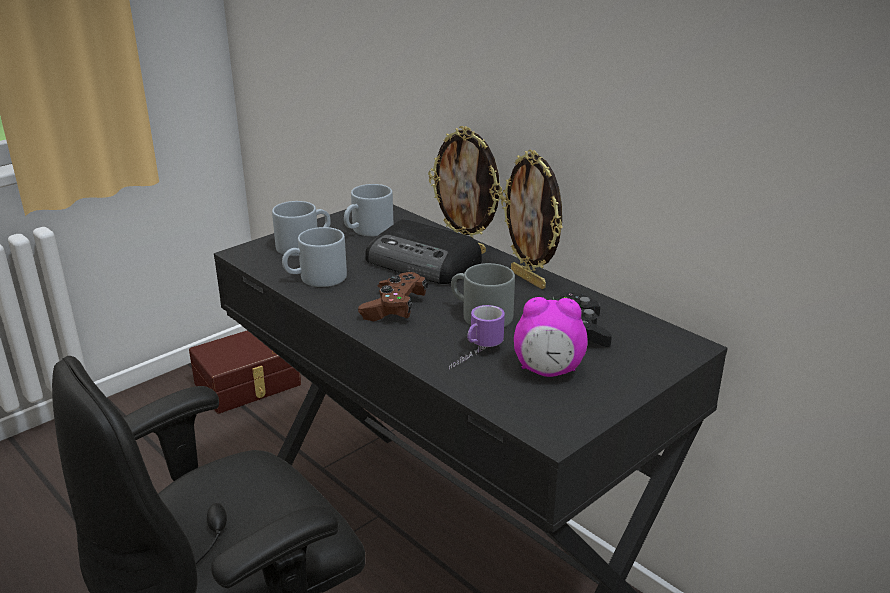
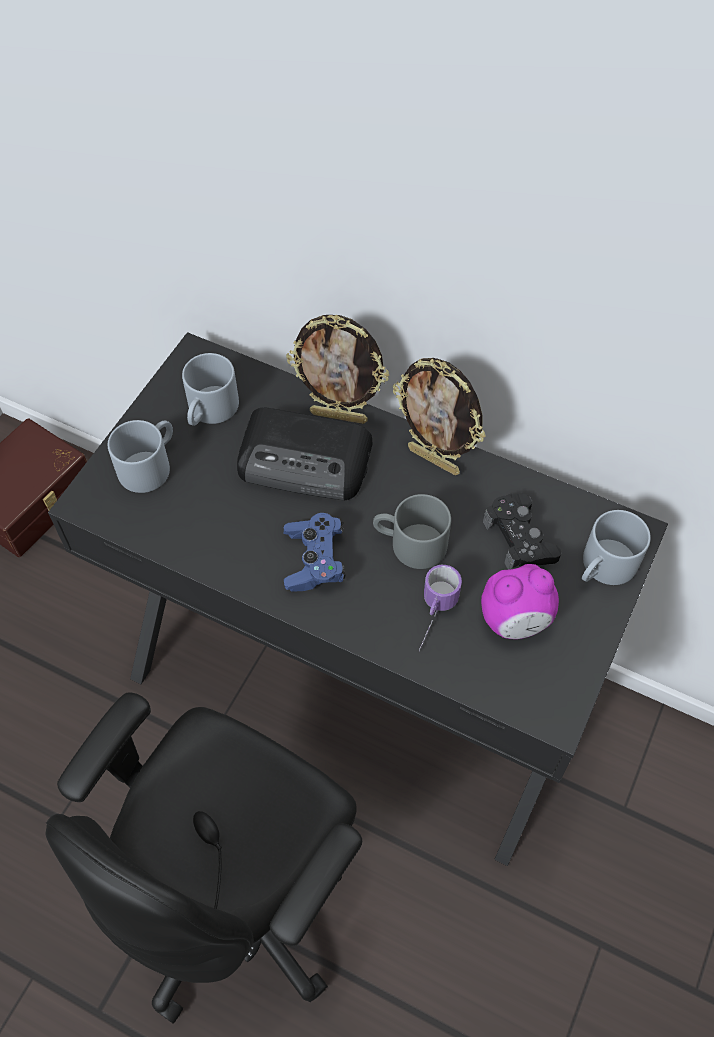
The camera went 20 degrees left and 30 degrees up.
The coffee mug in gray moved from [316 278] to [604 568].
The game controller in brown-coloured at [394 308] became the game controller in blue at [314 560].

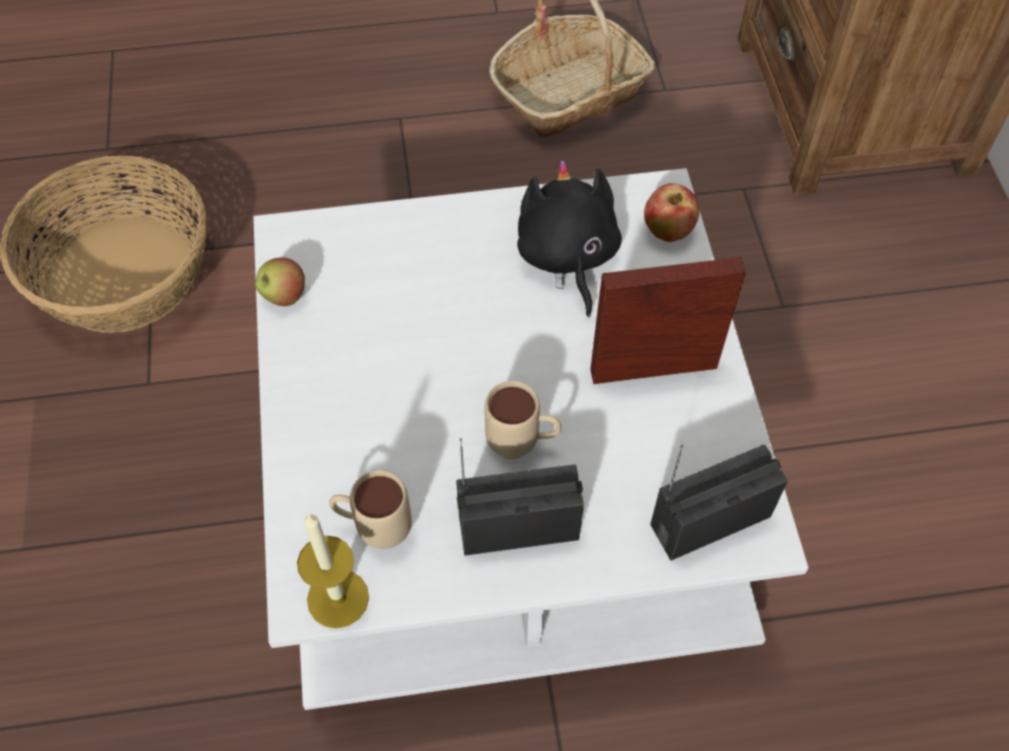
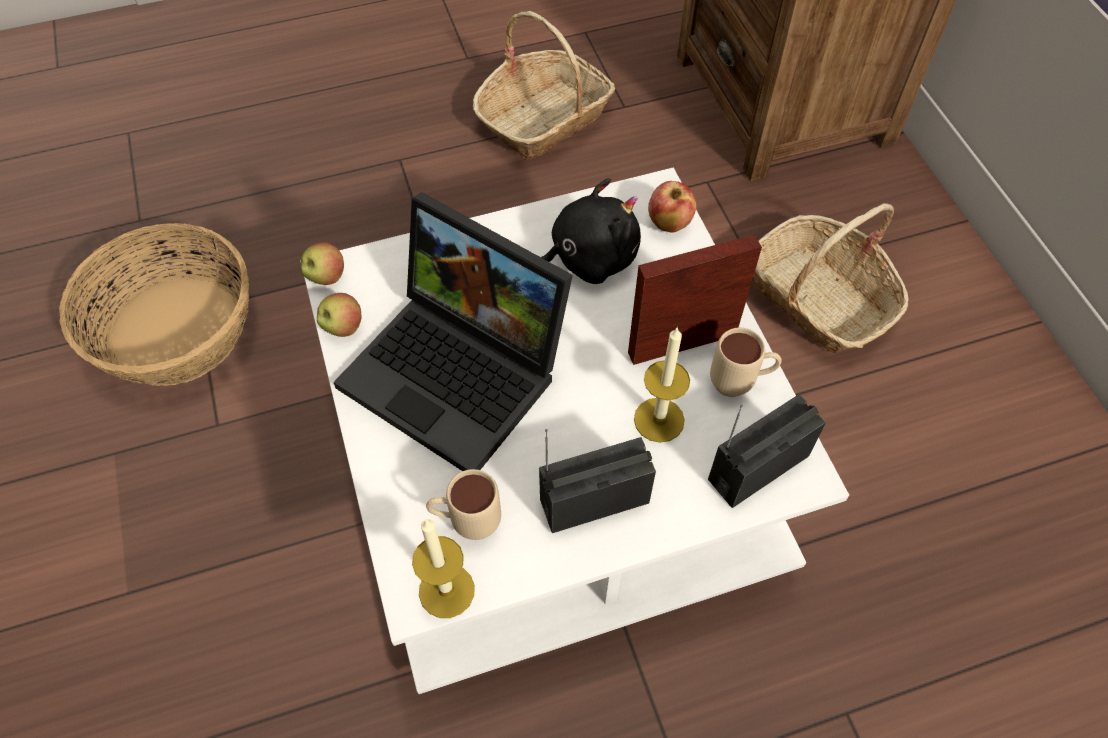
The camera went 10 degrees left and 0 degrees up.
The coffee mug in sand-coloured moved from [522 445] to [740 384].
The cuddly toy in blackish at [567 257] turned 90 degrees clockwise.
The apple at [326 277] appeared.
The laptop at [461 372] appeared.
The candle at [659 420] appeared.
The storage basket at [819 299] appeared.

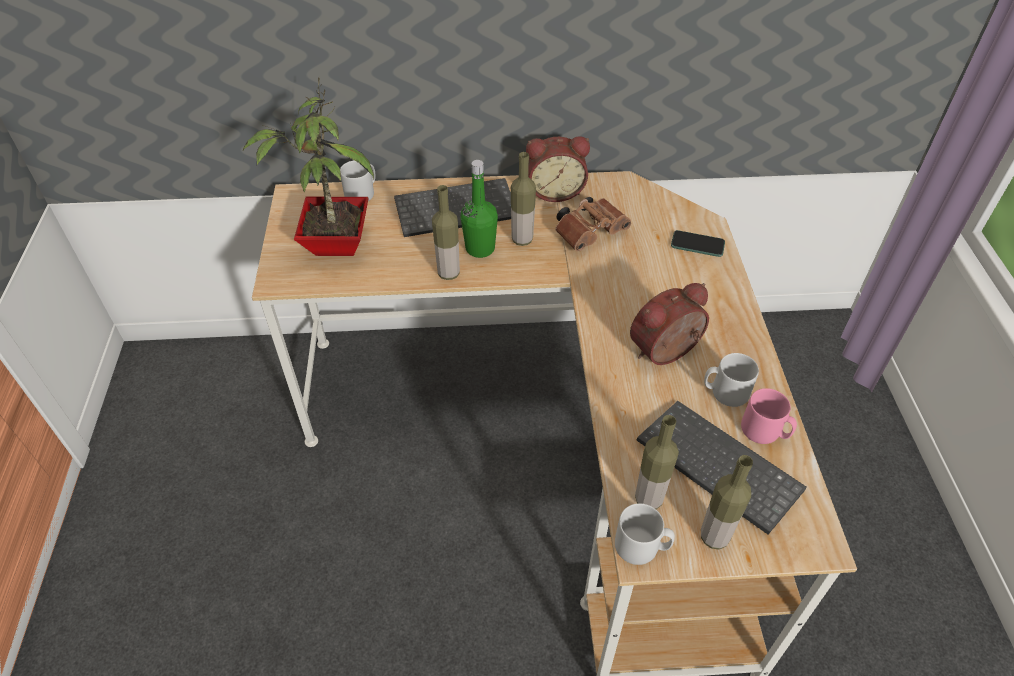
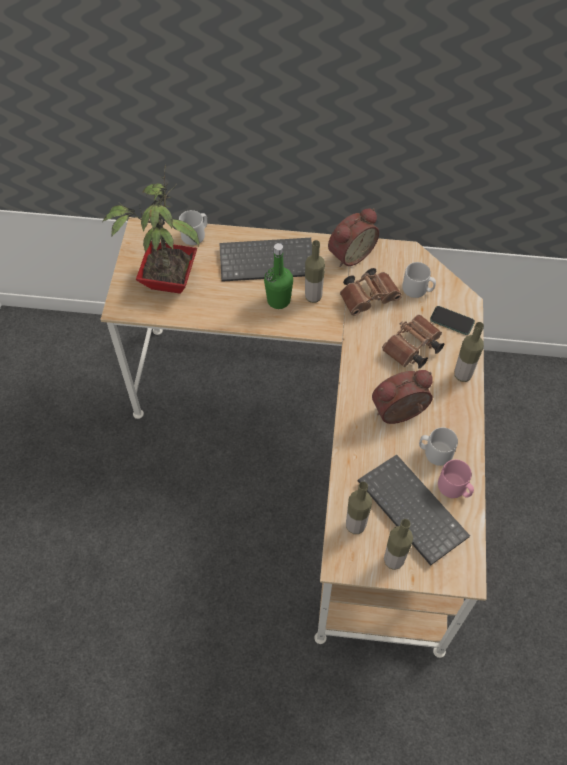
The camera went 10 degrees right and 10 degrees up.
The bottle moved from [448 273] to [462 375].
The alarm clock at [554 191] turned 45 degrees counterclockwise.
The coffee mug in gray moved from [642 547] to [417 289].
The binoculars in brown-coloured at [412 349] appeared.

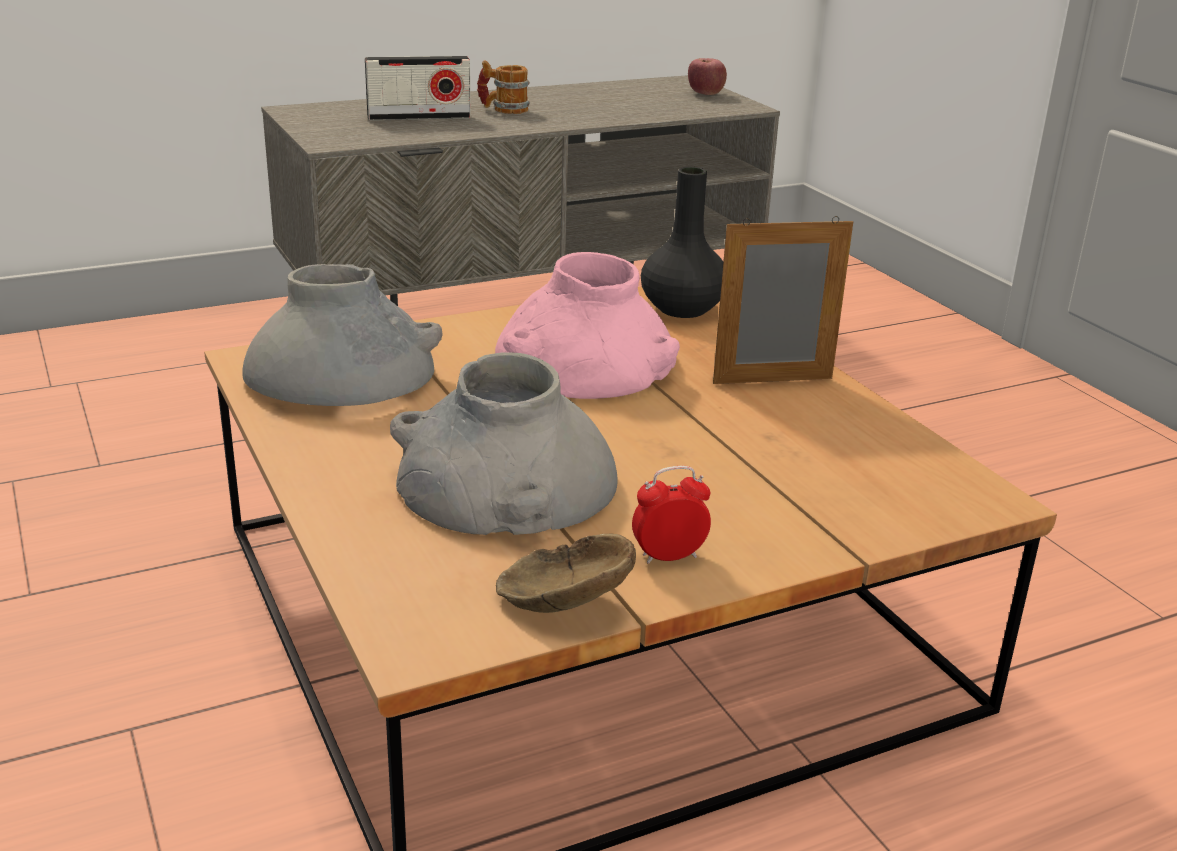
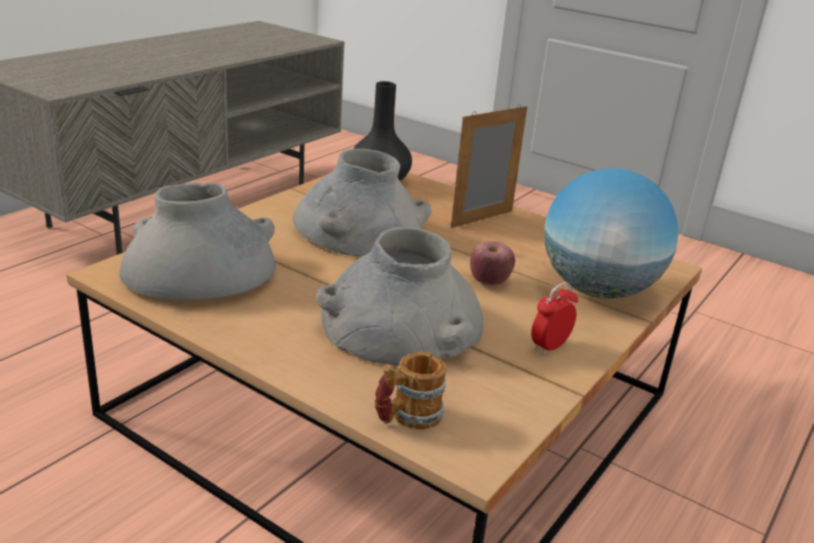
The camera went 30 degrees left and 0 degrees up.
The radio at [419 117] disappeared.
The coffee mug moved from [503 109] to [407 417].
The vase in pink at [587 361] became the vase in gray at [360 228].
The deep dish in brown-coloured at [562 600] disappeared.
The apple moved from [705 94] to [489 282].
The globe at [598 290] appeared.

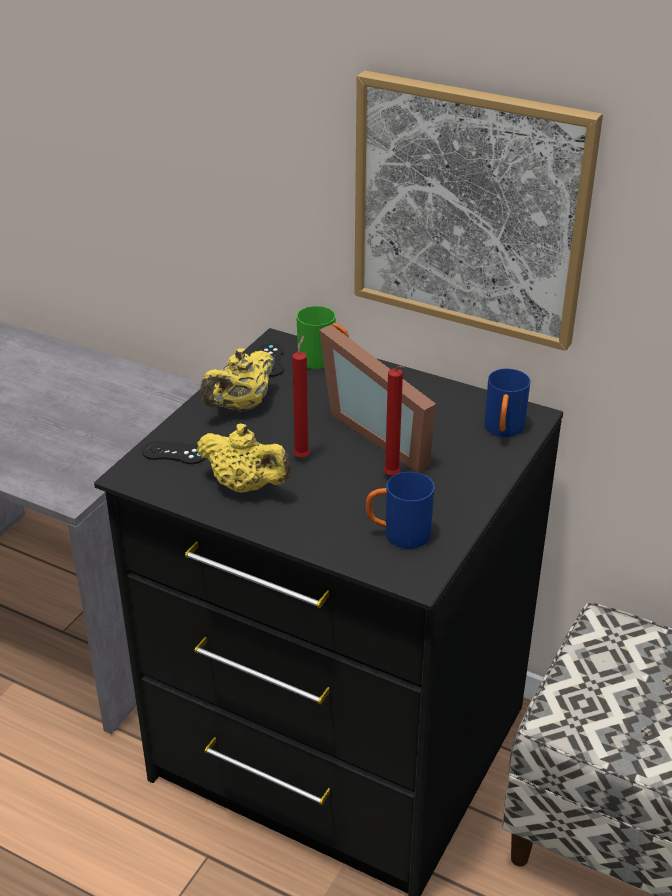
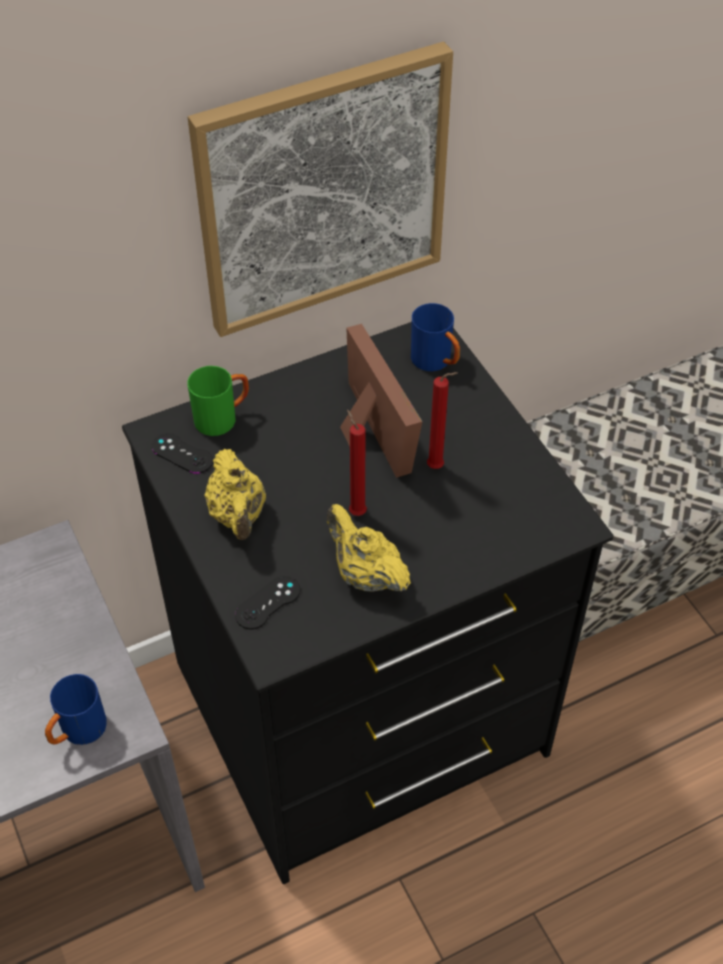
The camera went 55 degrees left and 15 degrees up.
The teapot in yellow-coloured at [246 486] turned 105 degrees counterclockwise.
The standing frame at [384 431] turned 105 degrees counterclockwise.
The coffee mug in blue moved from [398 535] to [77 732].

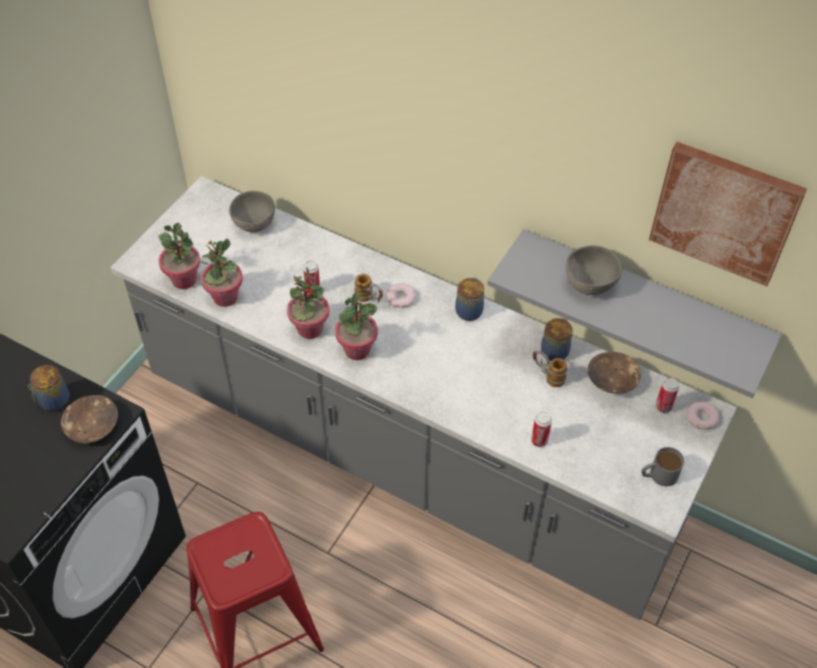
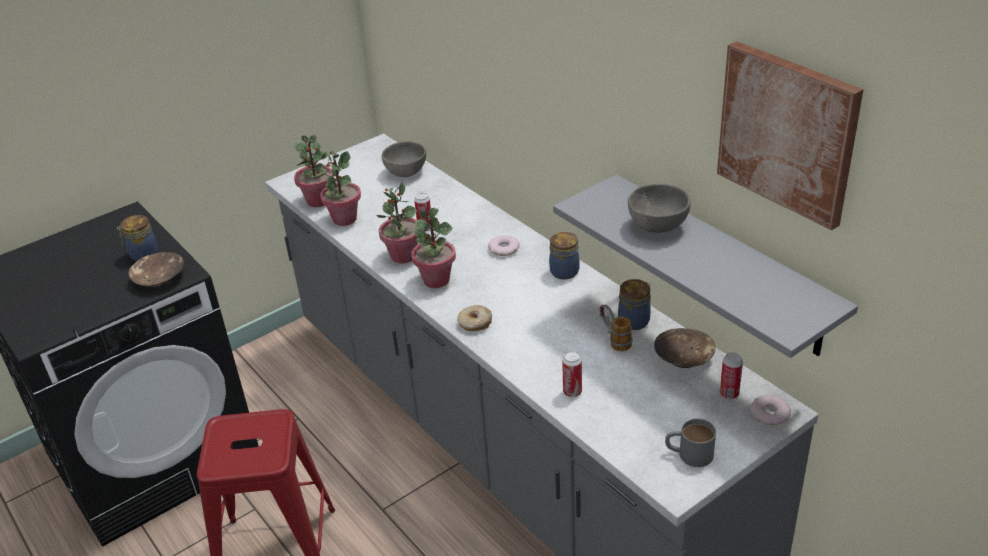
The camera went 25 degrees right and 15 degrees down.
The coffee mug at [369 300] disappeared.
The ring doughnut at [475 323] appeared.

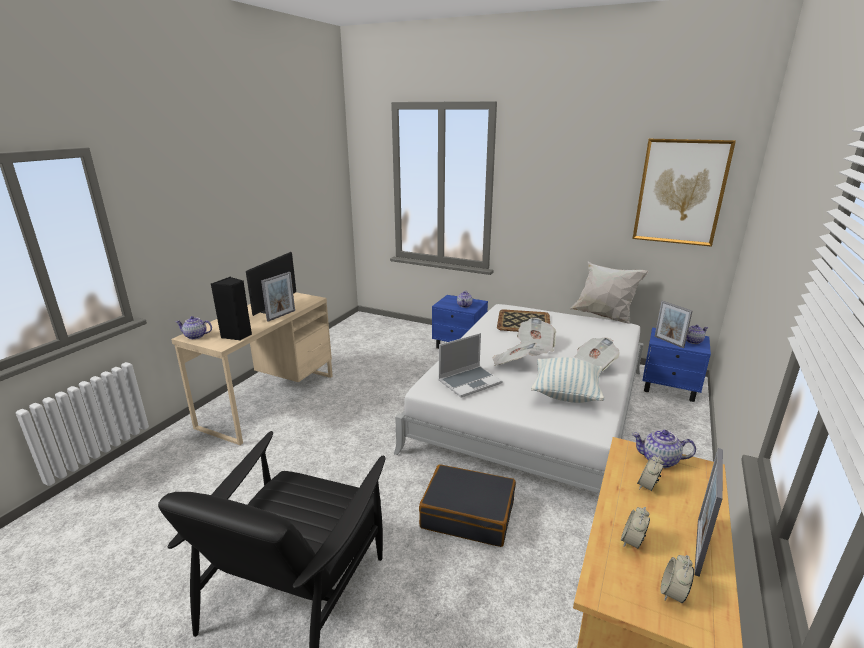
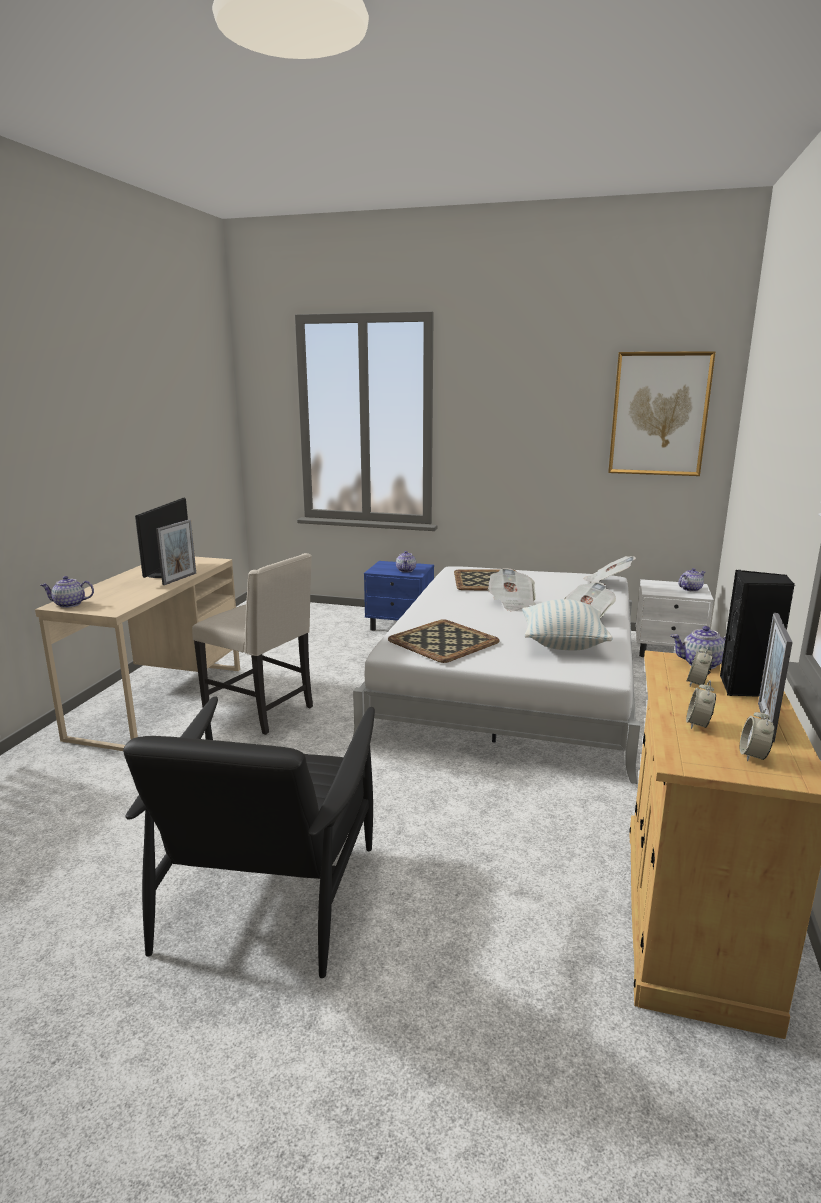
The camera went 10 degrees left and 5 degrees down.
The speaker in blackish moved from [237 335] to [746 688].
The travel case in blackish at [468 514] disappeared.
The laptop at [470 382] was replaced by the serving tray at [443 641].
The newspaper moved from [511 363] to [607 582].
The pillow in whitish at [603 316] disappeared.
The night table in blue at [670 388] became the night table in whitish at [668 651].
The standing frame at [668 342] disappeared.
The chair in sand-coloured at [262 711] appeared.

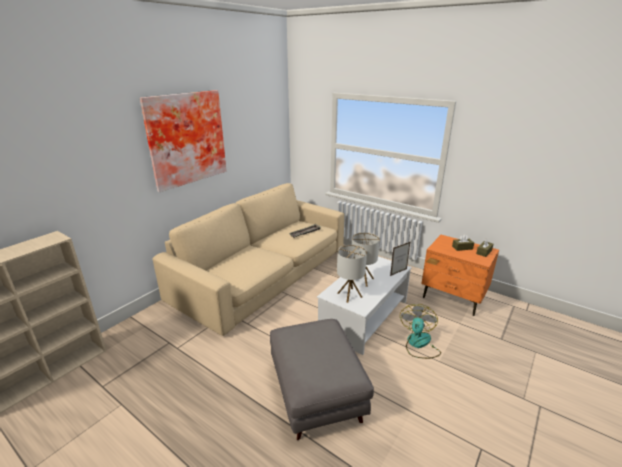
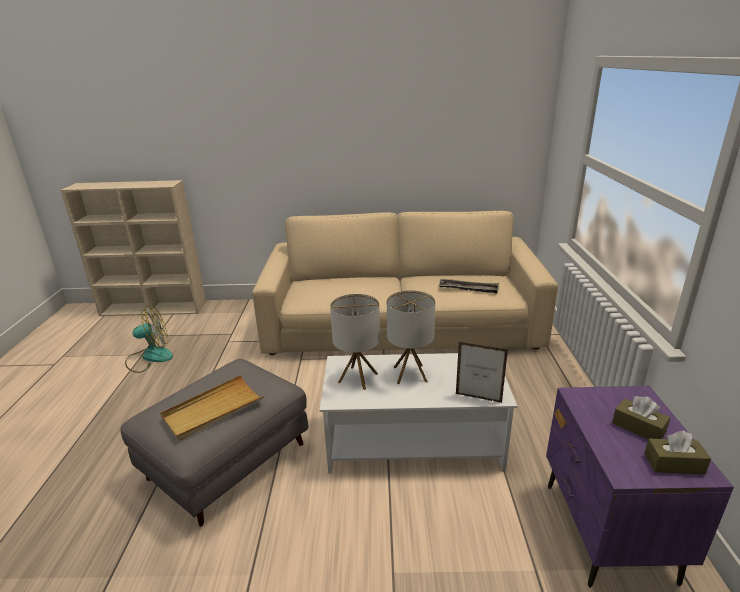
The camera went 55 degrees right and 0 degrees up.
The wall picture at [185 138] disappeared.
The electric fan moved from [418 344] to [150 357].
The night table in orange at [453 298] became the night table in purplish at [607 532].
The serving tray in sand-coloured at [213 410] appeared.

